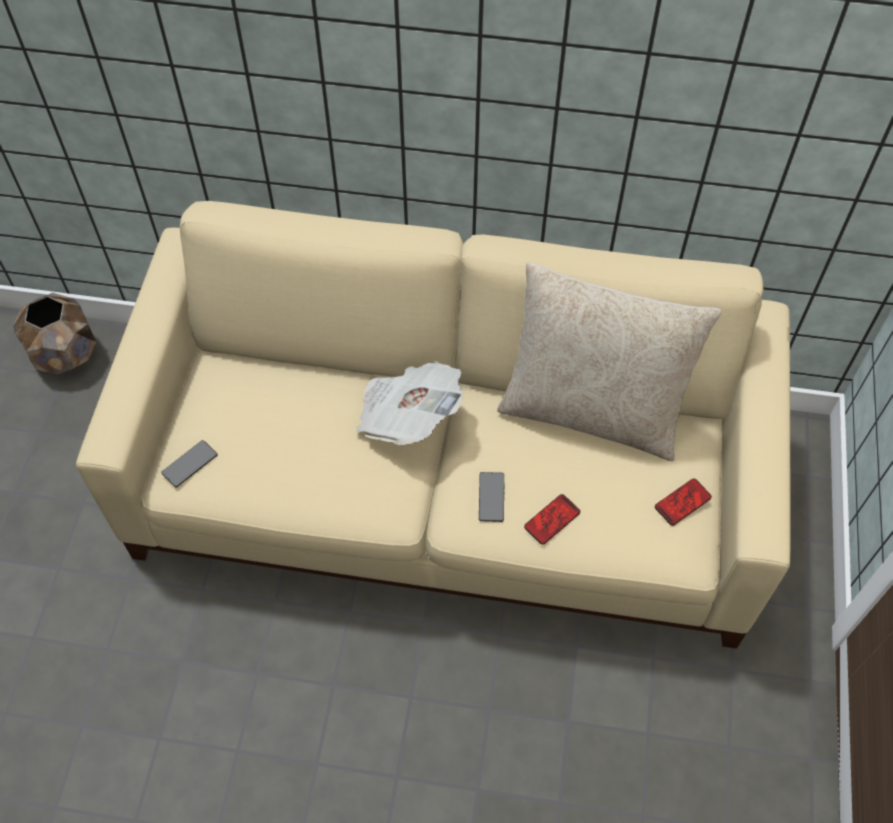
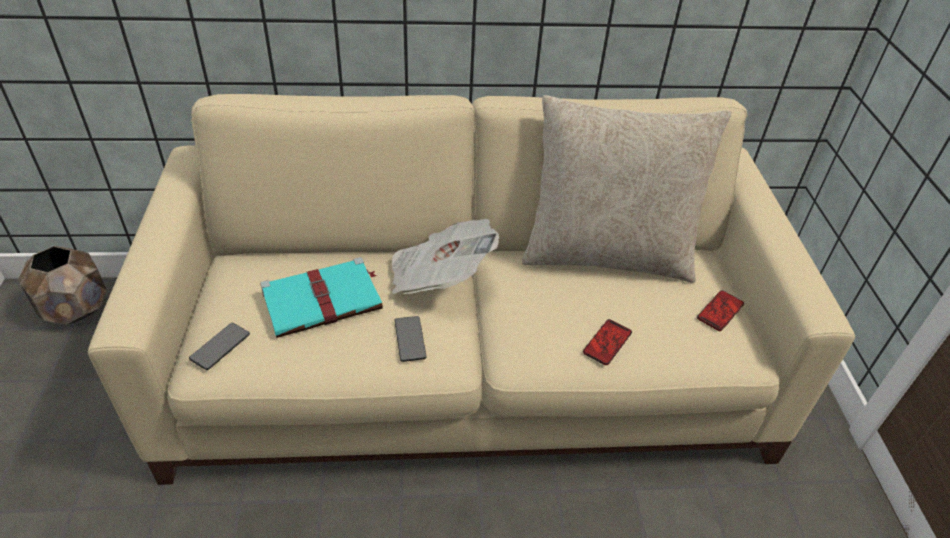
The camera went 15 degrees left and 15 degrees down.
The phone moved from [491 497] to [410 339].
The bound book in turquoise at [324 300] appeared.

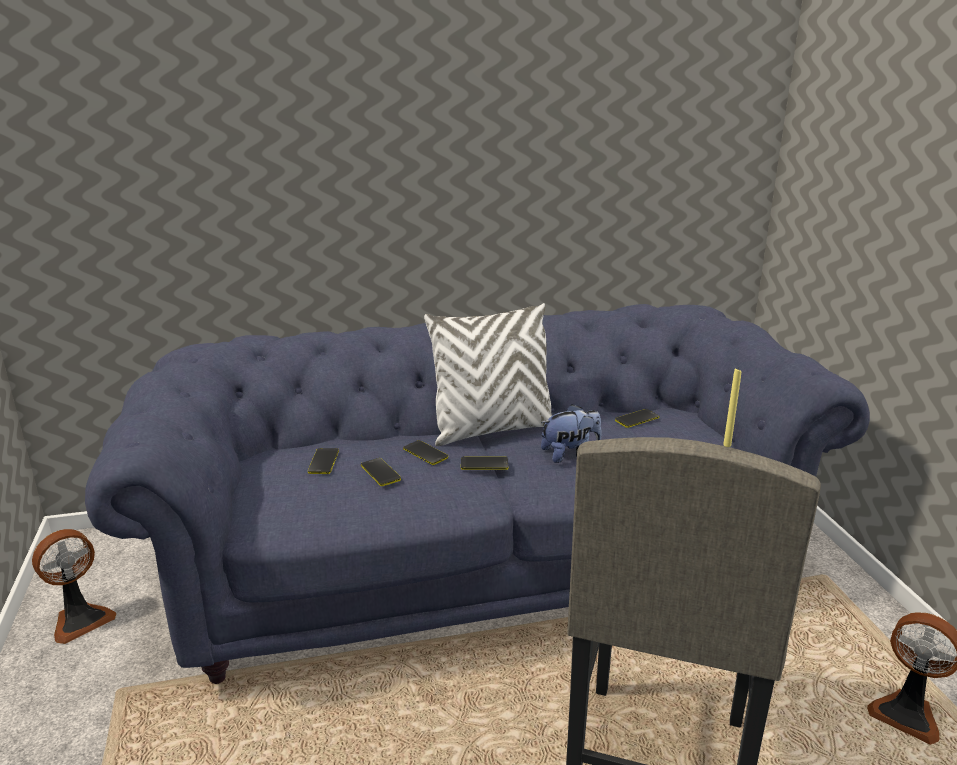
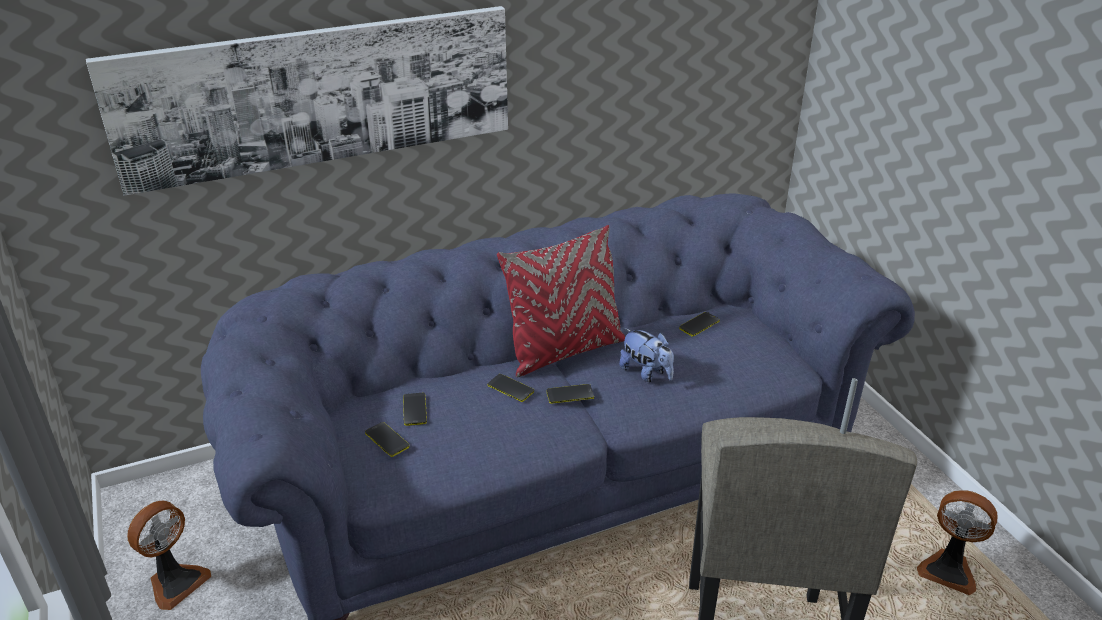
The camera went 10 degrees left and 10 degrees up.
The phone moved from [380 472] to [387 440].
The pillow in whitish at [492 429] became the pillow in red-coloured at [564 351].
The cuddly toy at [570 454] turned 75 degrees clockwise.
The candle in yellow-coloured at [727 445] became the candle in gray at [842 432].
The wall picture at [317 95] appeared.

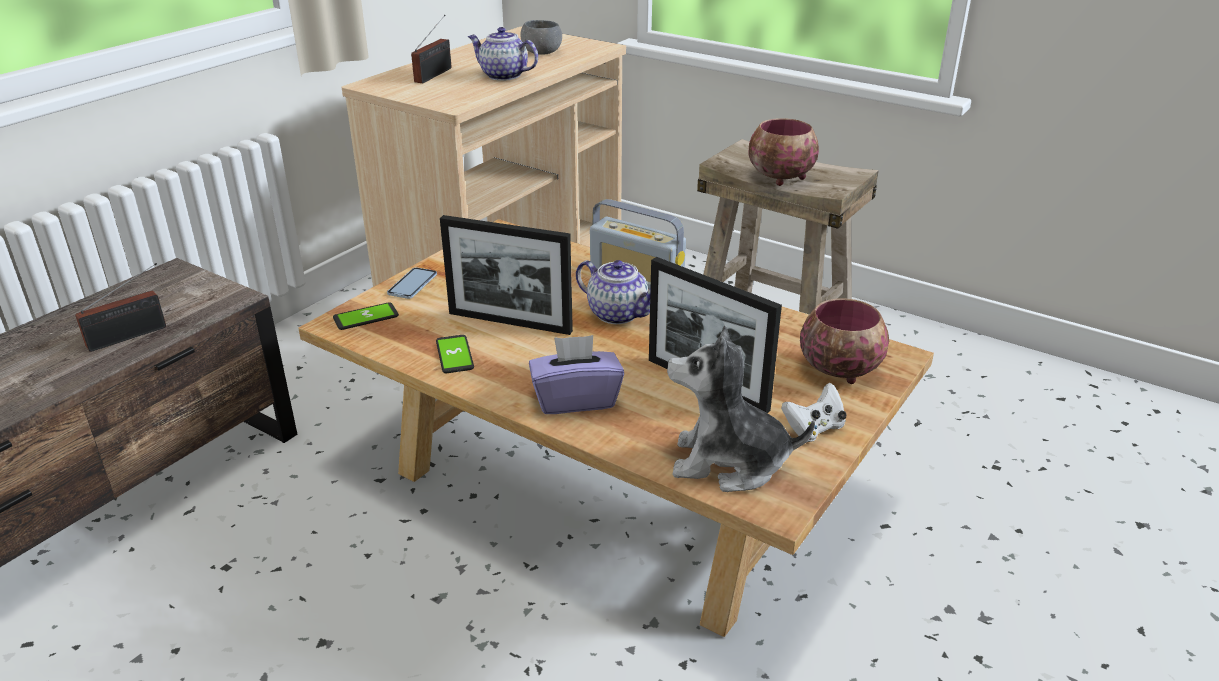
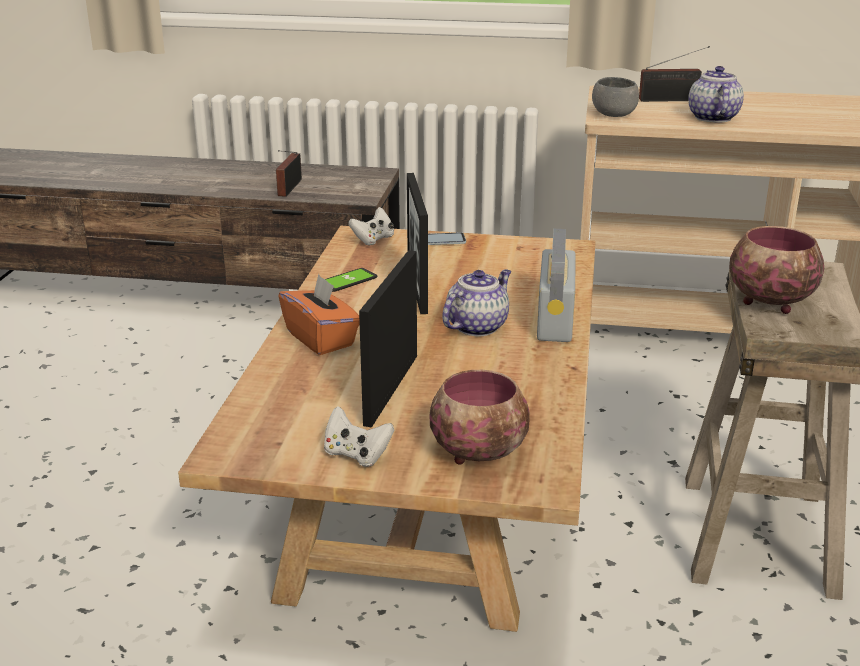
The camera went 65 degrees right and 5 degrees down.
The radio at [131 336] turned 75 degrees clockwise.
The phone at [366 317] was replaced by the game controller in whitish at [373 240].
The deep dish in gray moved from [542 53] to [613 115].
The tissue holder in purplish at [575 399] became the tissue holder in orange at [321 339].
The teapot at [619 314] turned 150 degrees counterclockwise.
The cuddly toy at [728 463] disappeared.

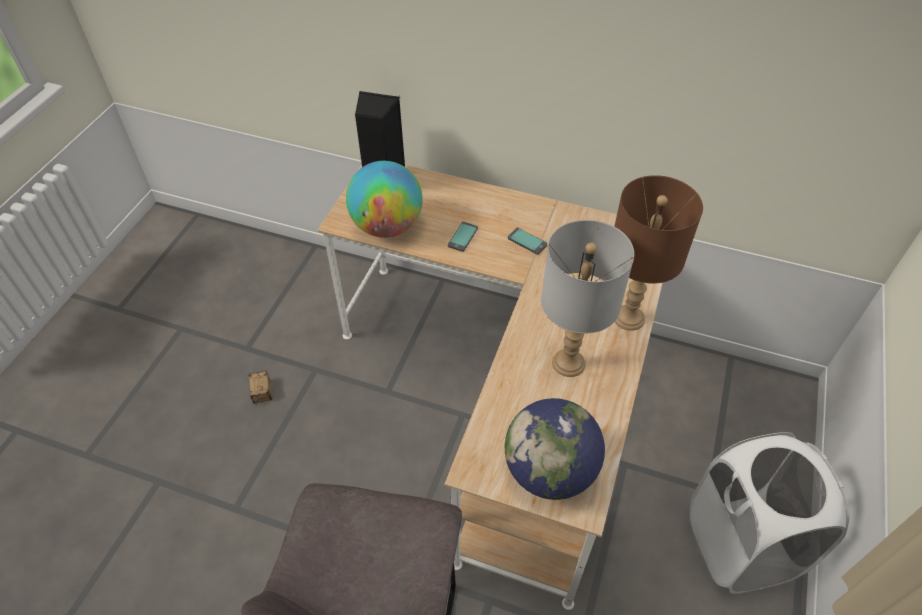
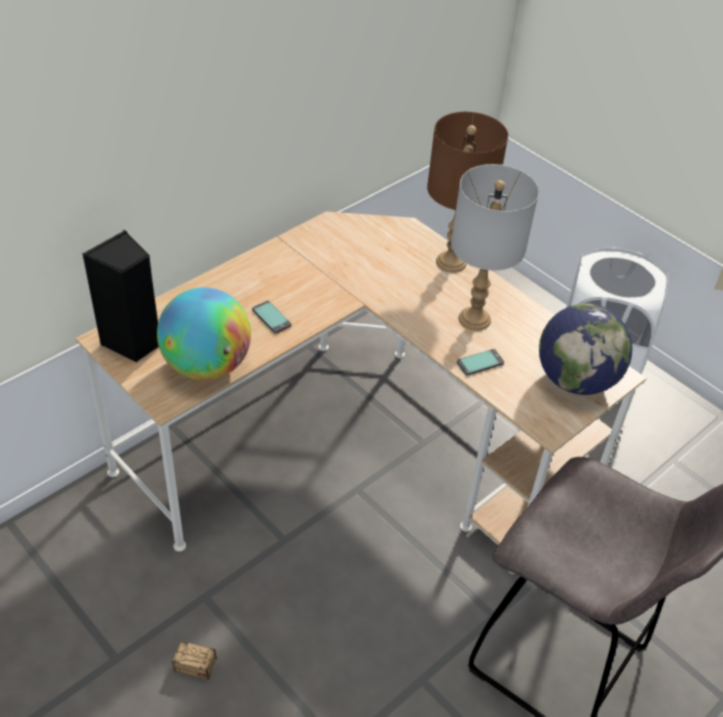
The camera went 65 degrees left and 5 degrees down.
The phone moved from [527 241] to [480 363].

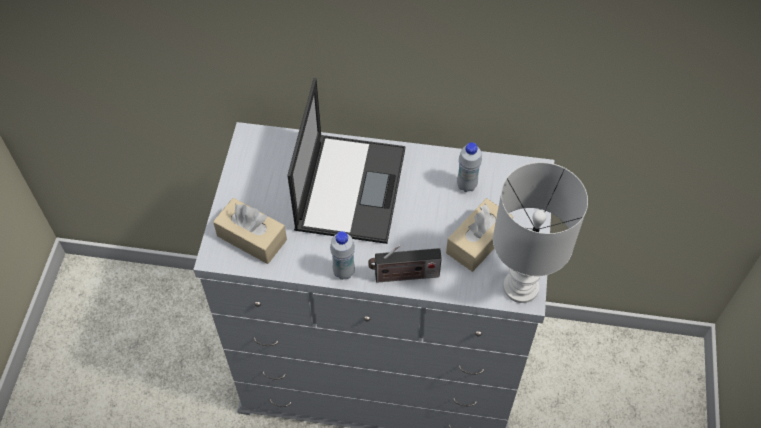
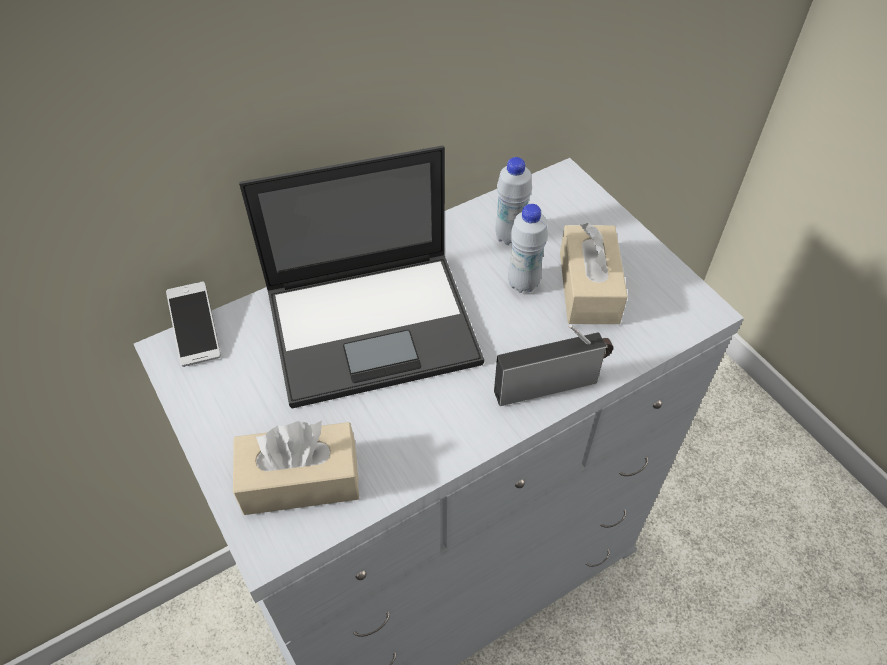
The camera went 40 degrees left and 5 degrees down.
The laptop at [350 187] turned 105 degrees clockwise.
The bottle in whitish moved from [344 272] to [523 283].
The radio at [404 276] turned 150 degrees counterclockwise.
The table lamp in whitish at [520 286] disappeared.
The phone at [196 331] appeared.

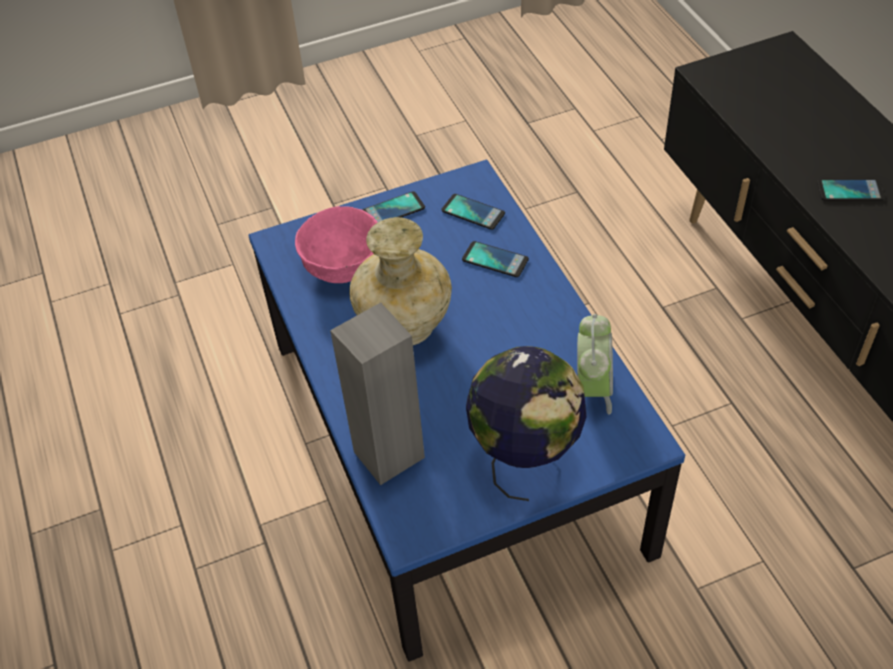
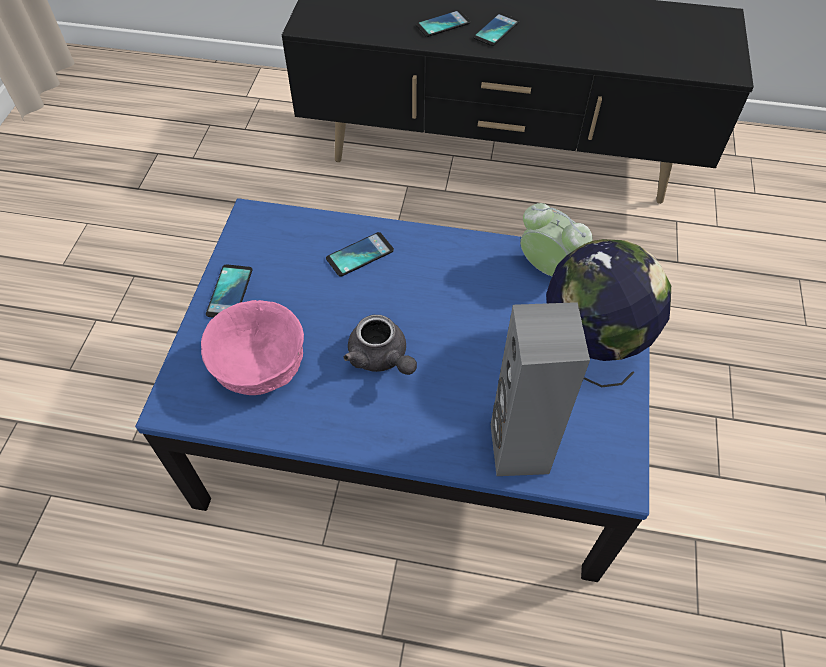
The camera went 60 degrees left and 5 degrees up.
The vase in sand-coloured at [405 328] was replaced by the teapot in gray at [381 358].
The phone moved from [473 212] to [443 24].

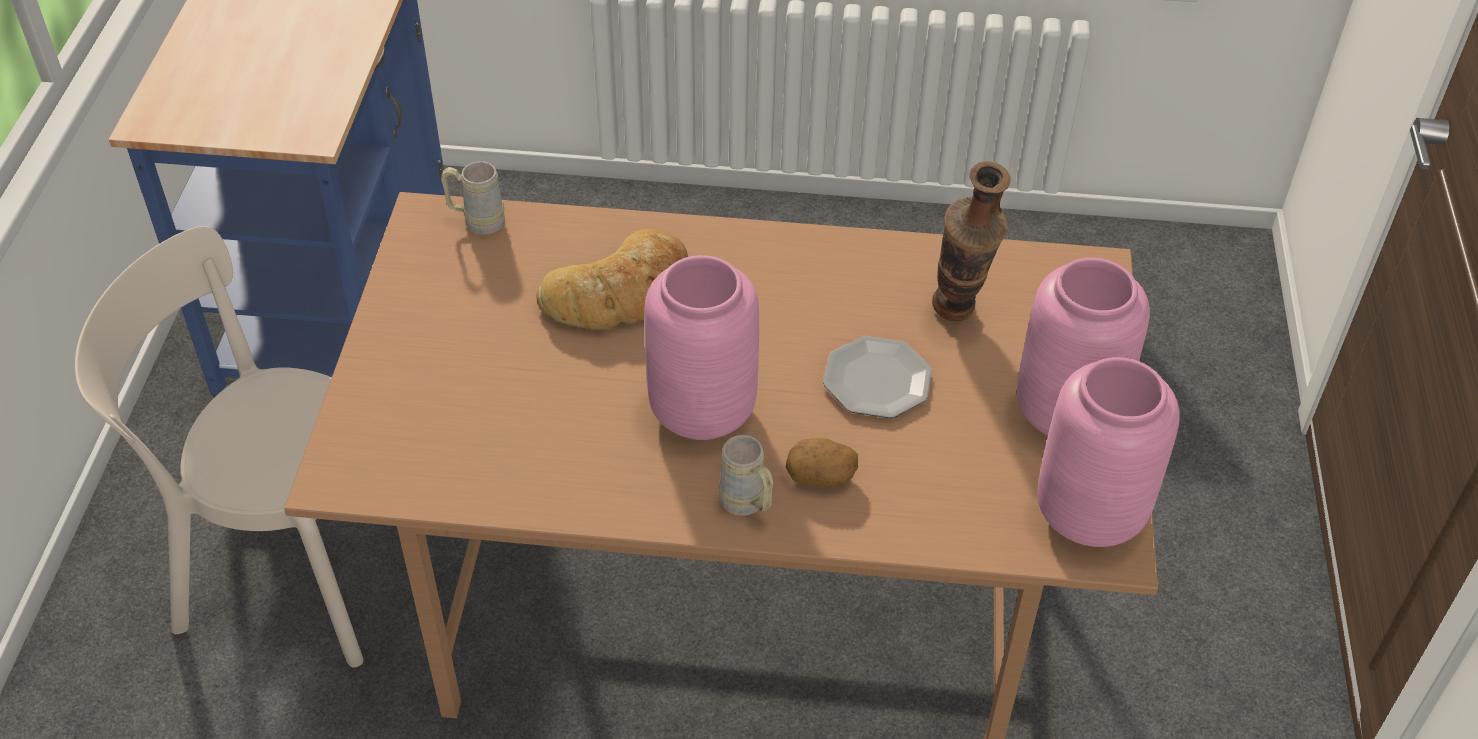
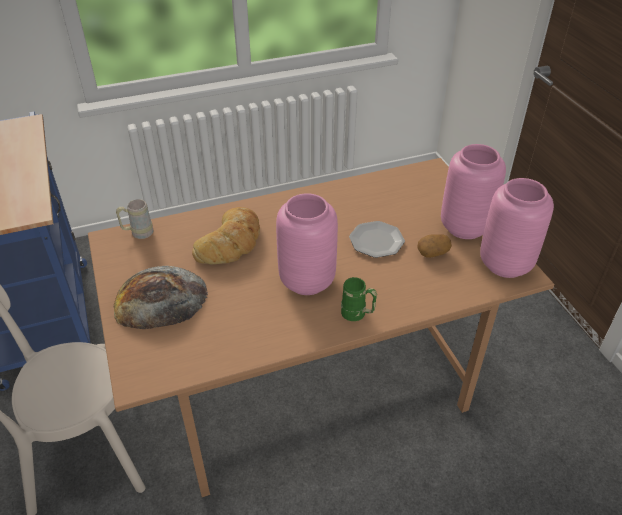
The camera went 25 degrees left and 5 degrees down.
The coffee mug in sand-coloured at [747 505] became the coffee mug in greenish at [357 315].
The spud moved from [821 474] to [433 252].
The vase at [958 317] disappeared.
The bakery bread at [160 299] appeared.

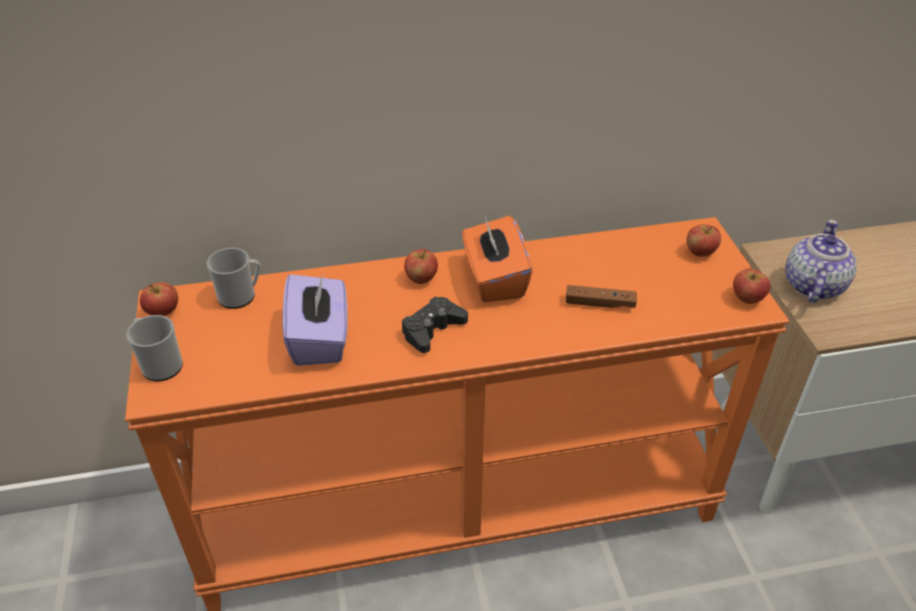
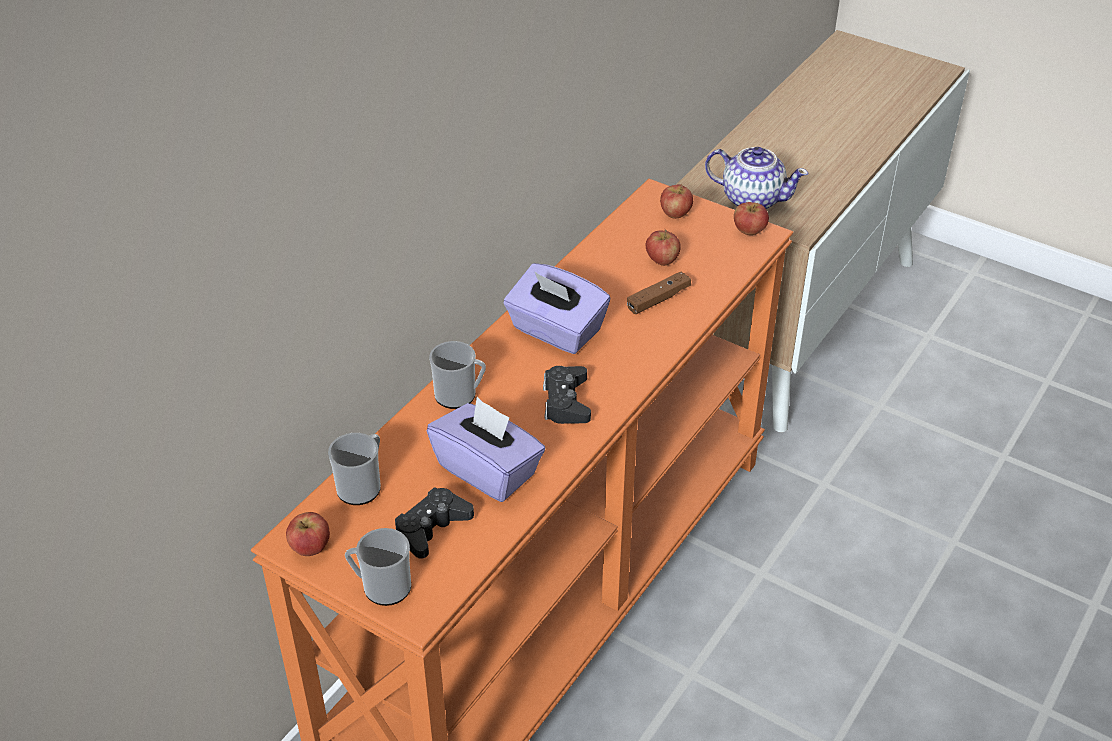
The camera went 45 degrees left and 0 degrees up.
The apple moved from [421 278] to [662 260].
The tissue holder in orange at [494 279] became the tissue holder in purplish at [556 331].
The teapot at [812 286] turned 135 degrees clockwise.
The game controller in blackish at [432 528] appeared.
The coffee mug at [460 395] appeared.

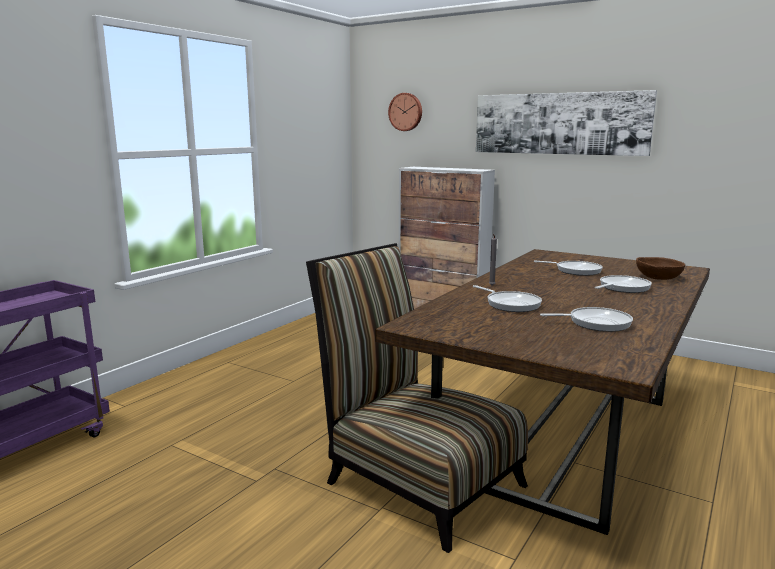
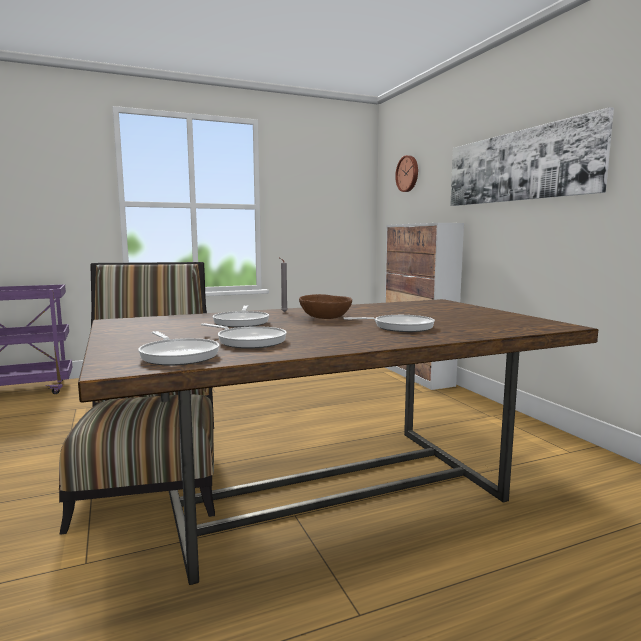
The camera went 35 degrees right and 5 degrees down.
The skillet moved from [575 270] to [178 355].
The deep dish in brown-coloured moved from [658 277] to [325 317].

